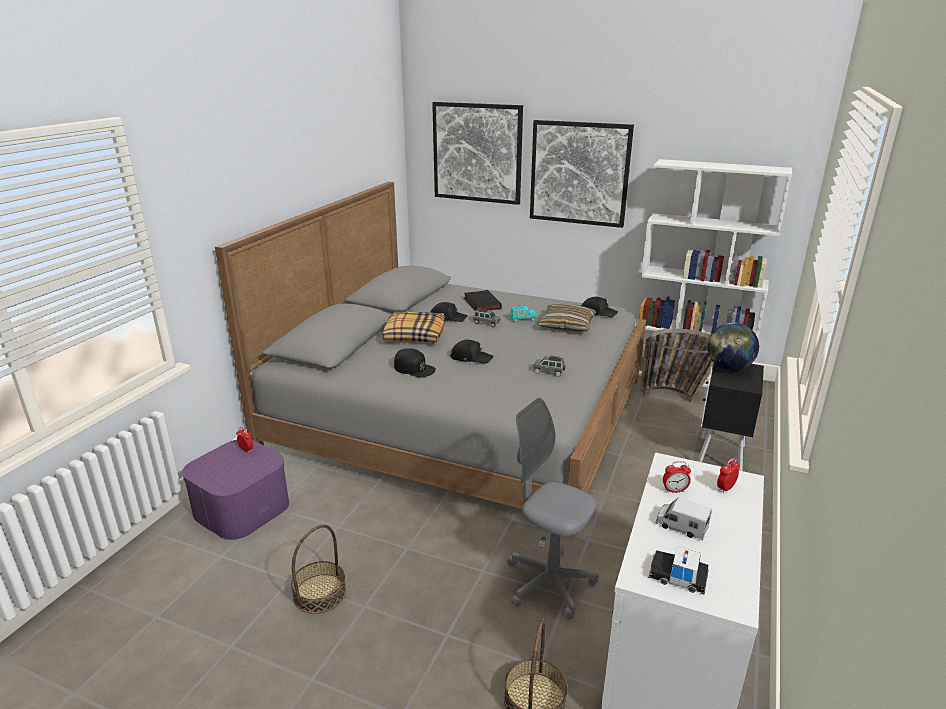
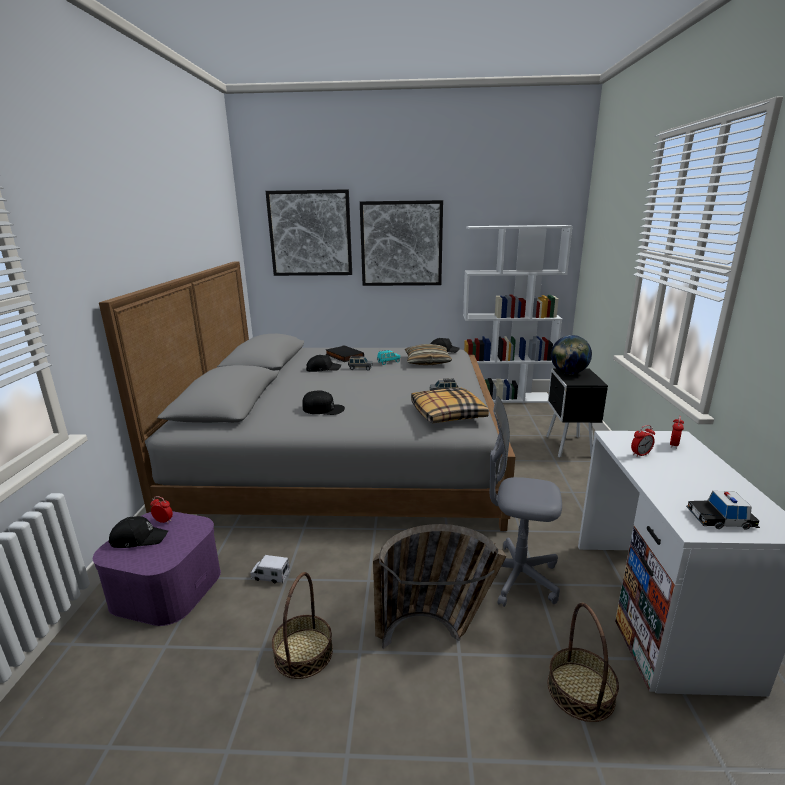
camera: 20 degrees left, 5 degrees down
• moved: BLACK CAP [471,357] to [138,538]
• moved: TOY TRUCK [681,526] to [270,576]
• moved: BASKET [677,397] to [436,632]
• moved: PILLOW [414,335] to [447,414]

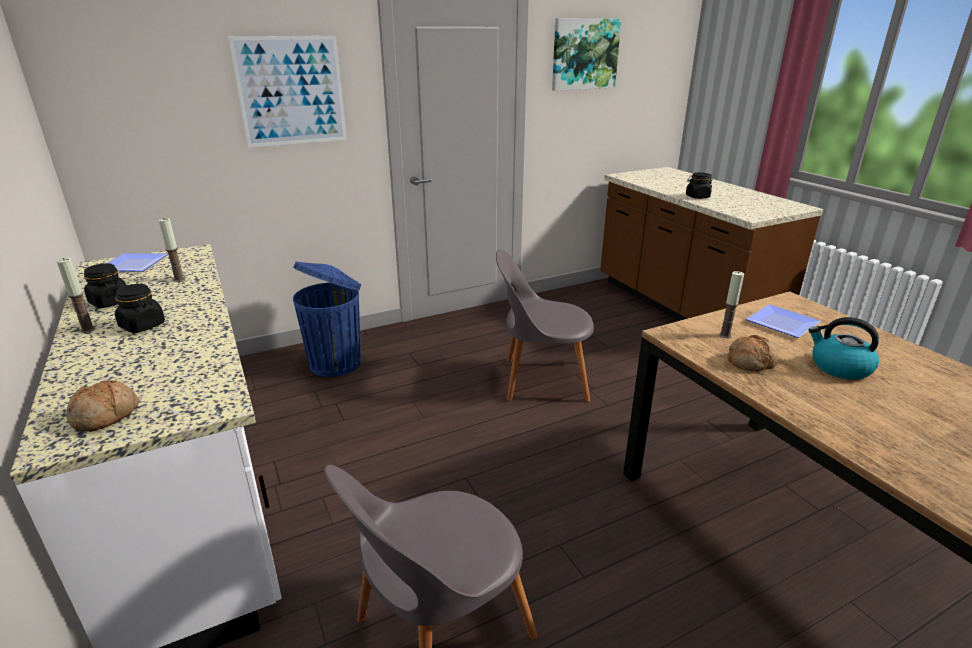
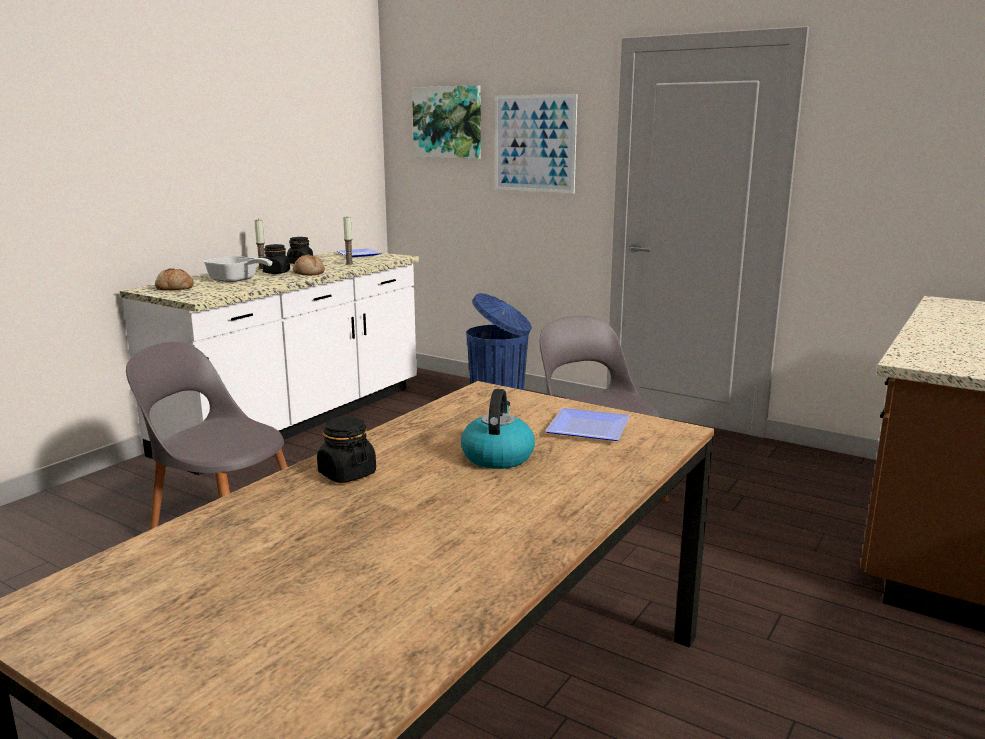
camera: 60 degrees right, 10 degrees down
• added: FRYING PAN [236,280]
• moved: BREAD [750,361] to [309,273]
• moved: BLACK JAR [697,197] to [347,474]
• moved: PICTURE [584,54] to [448,122]
• removed: CANDLE [725,335]

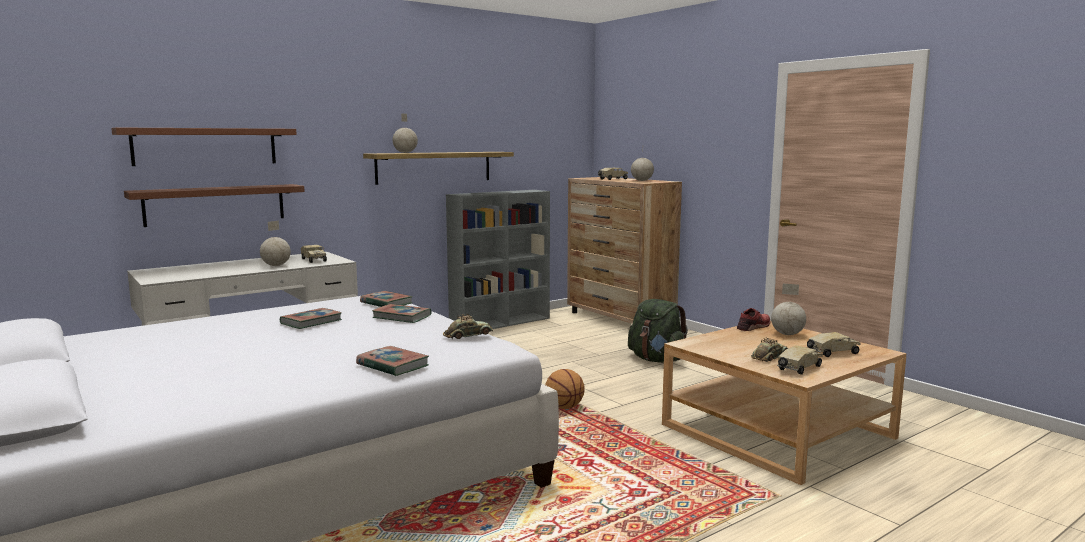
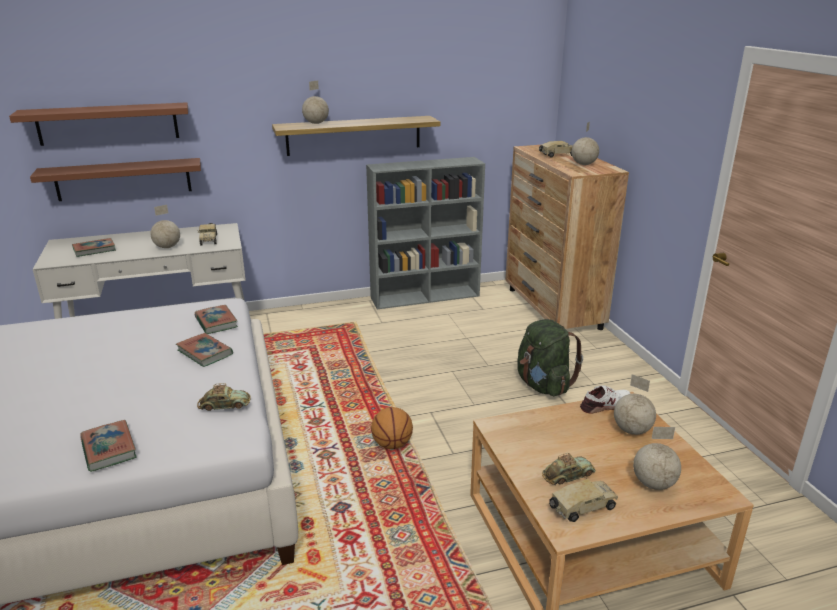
camera: 20 degrees right, 15 degrees up
• moved: BOOK [311,322] to [94,250]
• recoloured: RED SHOE [754,326] to WHITE SHOE [605,405]
• replaced: TOY TRUCK [832,353] to GLOBE [653,484]

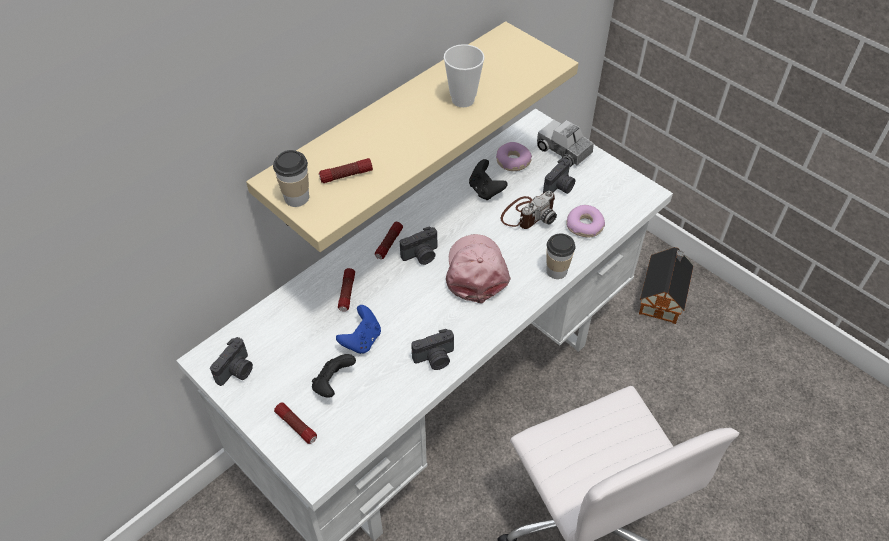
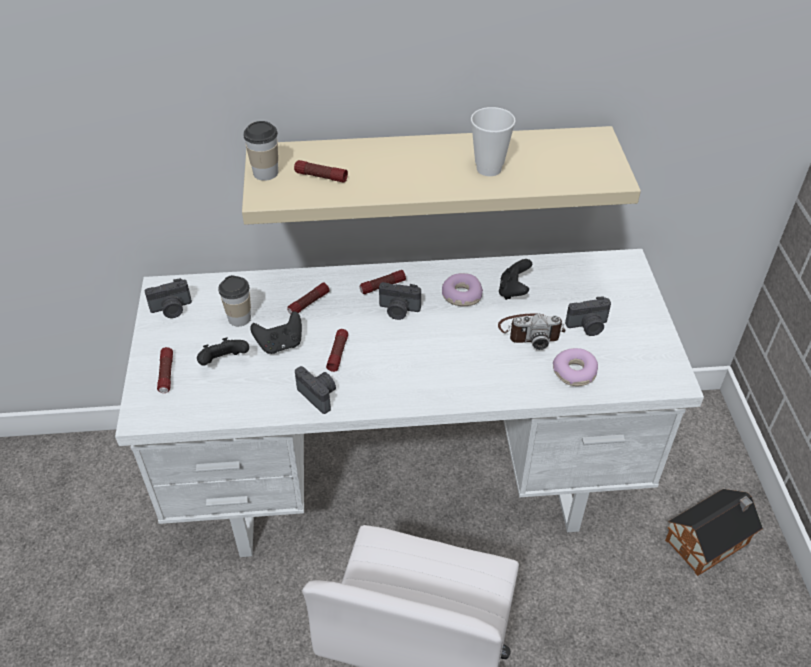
camera: 40 degrees right, 5 degrees down
• moved: CUP [556,270] to [239,318]
• recoloured: BLUE GAME CONTROLLER [362,340] to BLACK GAME CONTROLLER [280,344]
• turned: PHOTO CAMERA [435,359] = [319,395] 150 degrees counterclockwise
• added: FLASHLIGHT [337,353]
• moved: DONUT [512,162] to [461,295]
• removed: PINK CAP [476,271]
• removed: TOY TRUCK [564,151]

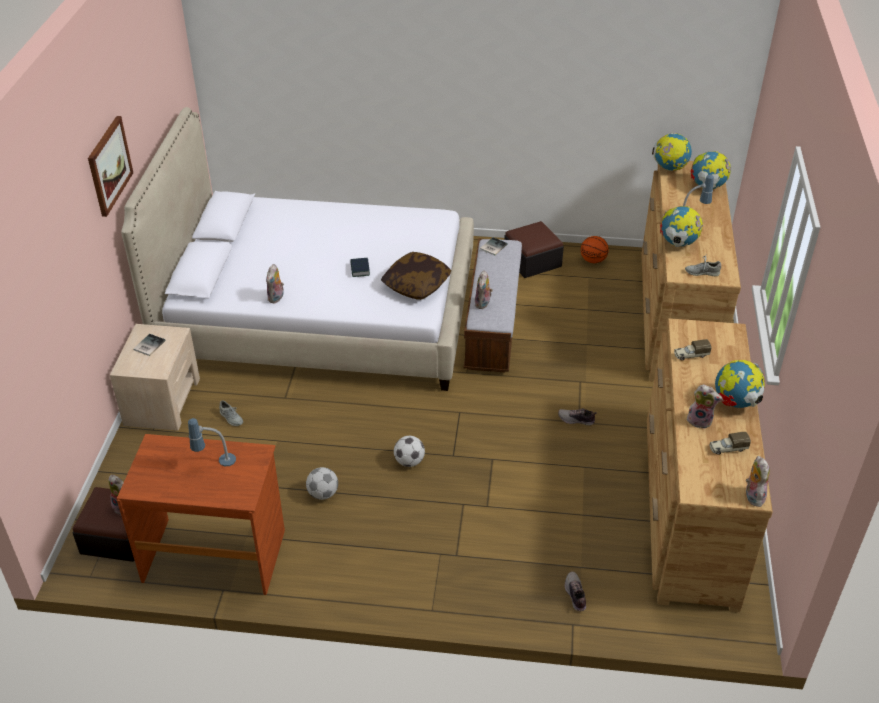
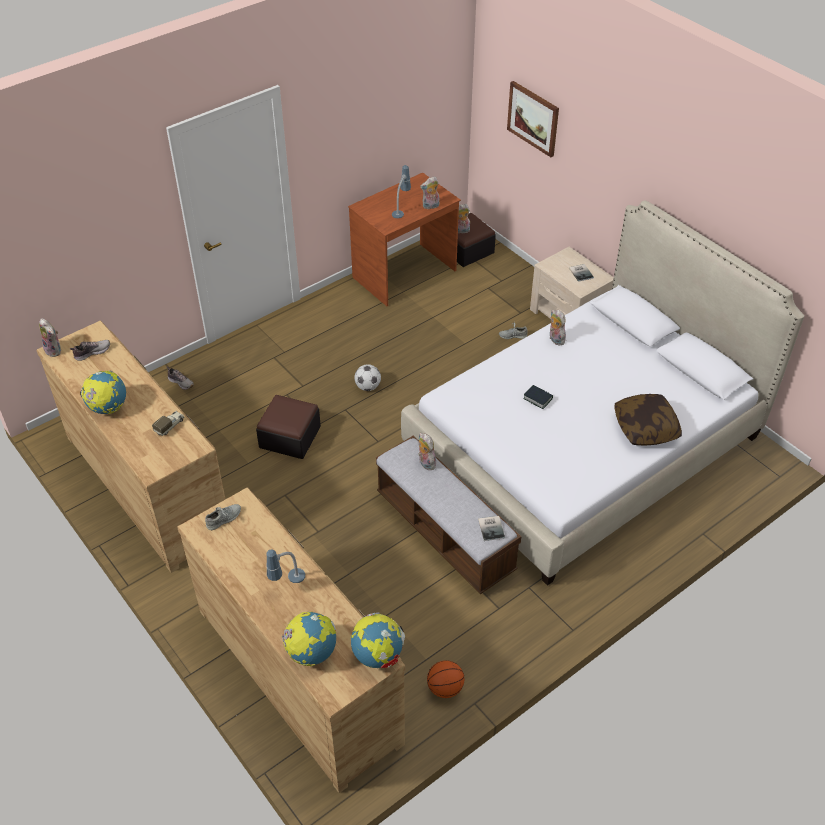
camera: 135 degrees right, 5 degrees up
• moved: SHOE [576,420] to [92,352]
• moved: OTTOMAN [532,261] to [290,437]
• moved: PLUSH TOY [700,420] to [430,206]
• moved: PICTURE [109,165] to [533,118]
• moved: PILLOW [416,285] to [645,428]
• removed: FOOTBALL [323,494]
• removed: GLOBE [678,243]
• removed: TOY TRUCK [727,448]

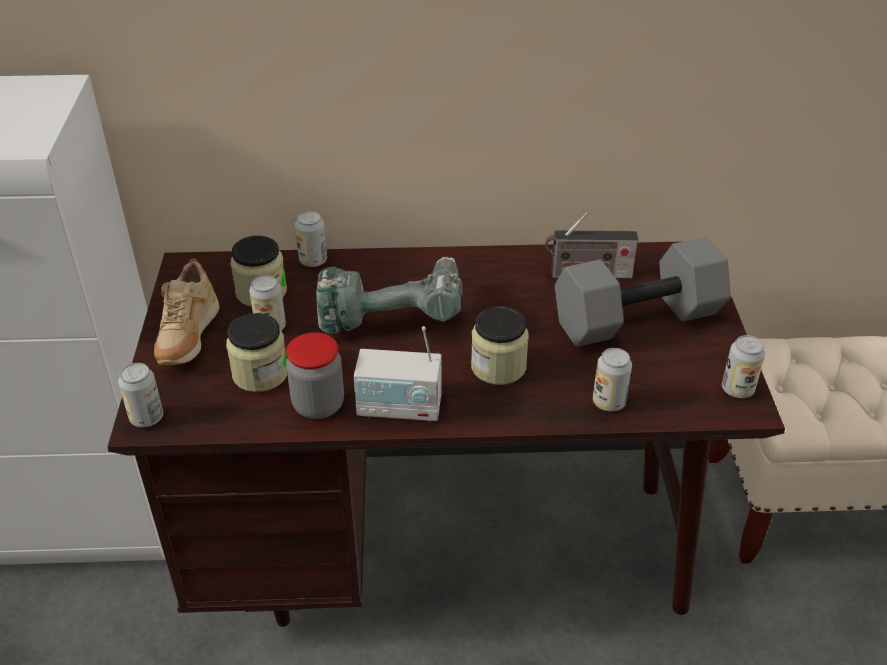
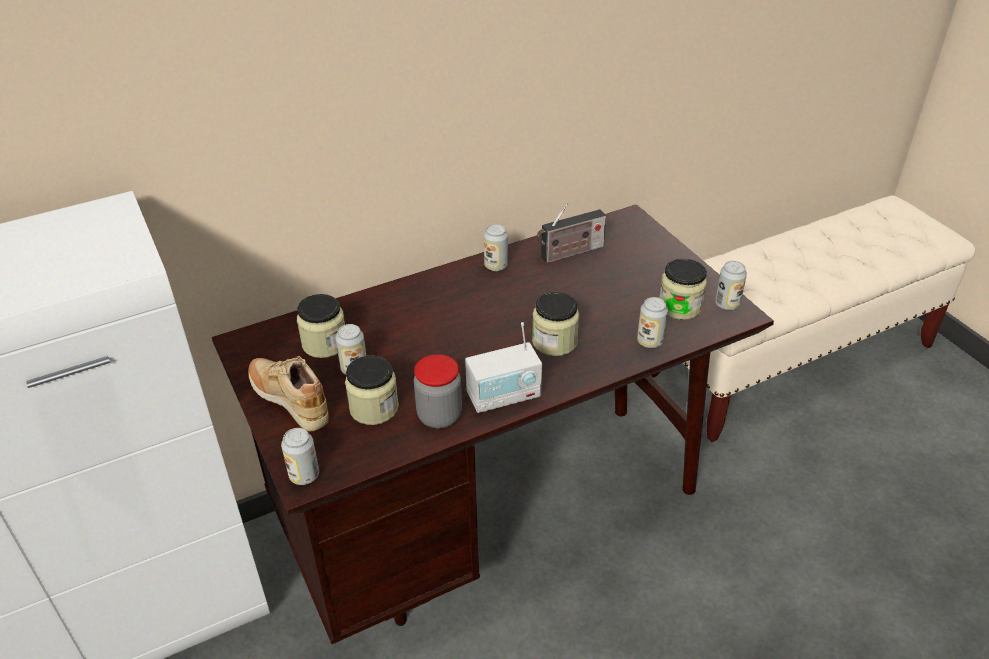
camera: 25 degrees left, 0 degrees up
• turned: BEIGE SHOE [187,340] = [290,402] 150 degrees clockwise
• moved: CAN [313,260] to [496,265]
• added: JAR [680,306]
• removed: POWER DRILL [391,314]
• removed: GREY DUMBBELL [637,316]

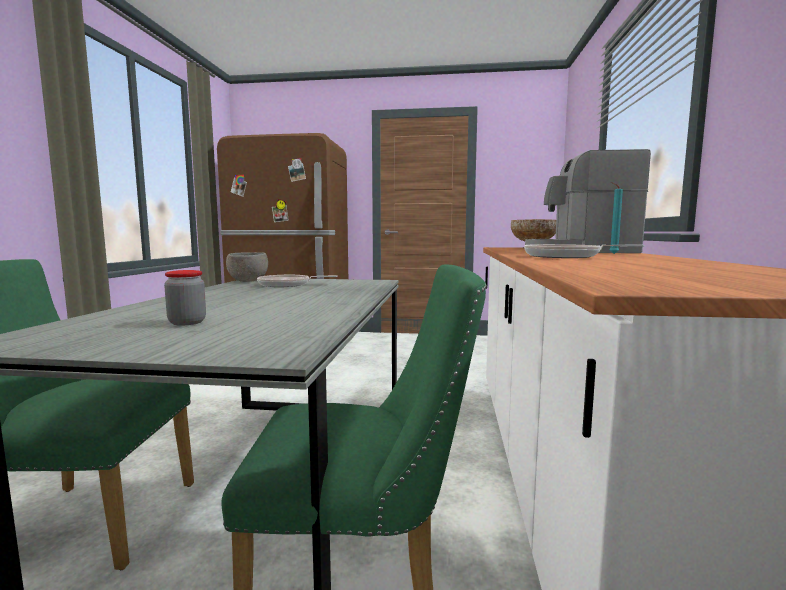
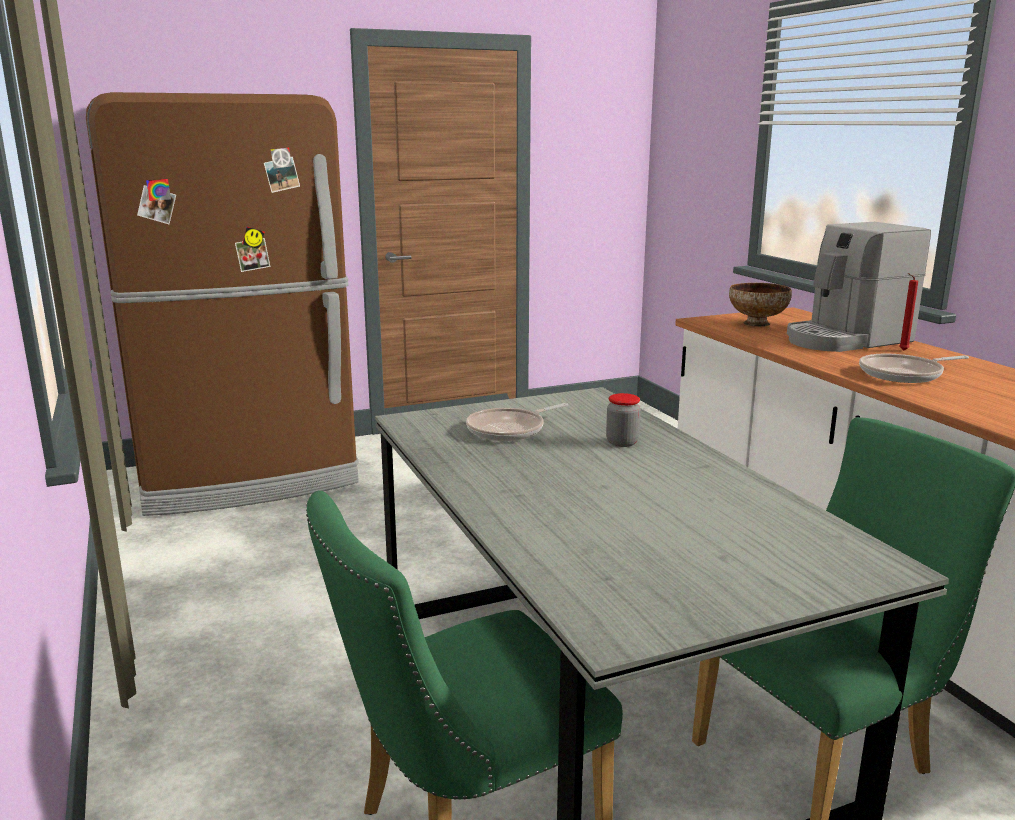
camera: 30 degrees left, 10 degrees up
• moved: JAR [187,322] to [622,442]
• recoloured: TURQUOISE CANDLE [612,254] to RED CANDLE [902,350]
• removed: GREY BOWL [247,281]

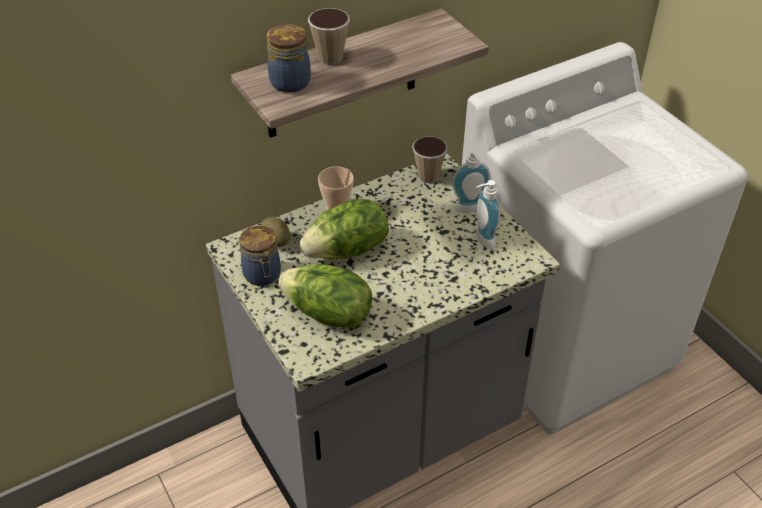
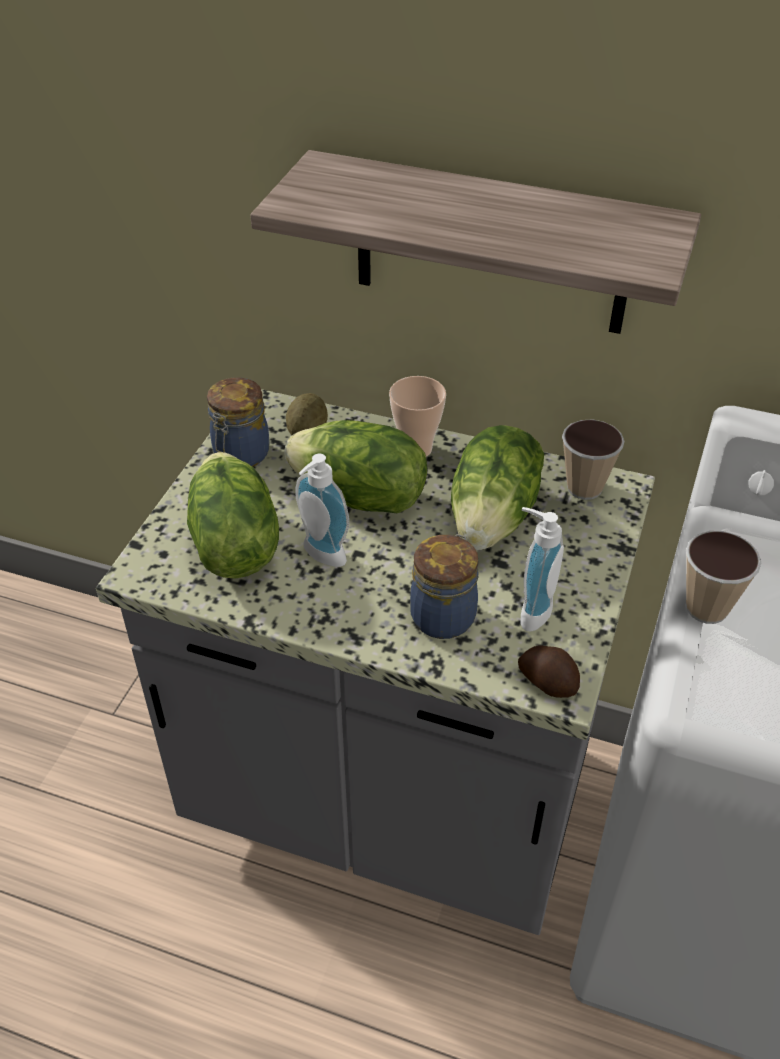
camera: 50 degrees right, 0 degrees up
• moved: SOAP DISPENSER [469,210] to [320,557]
• moved: JAR [289,81] to [444,615]
• added: LETTUCE [494,517]
• added: POTATO [548,681]
• moved: CUP [330,57] to [706,608]

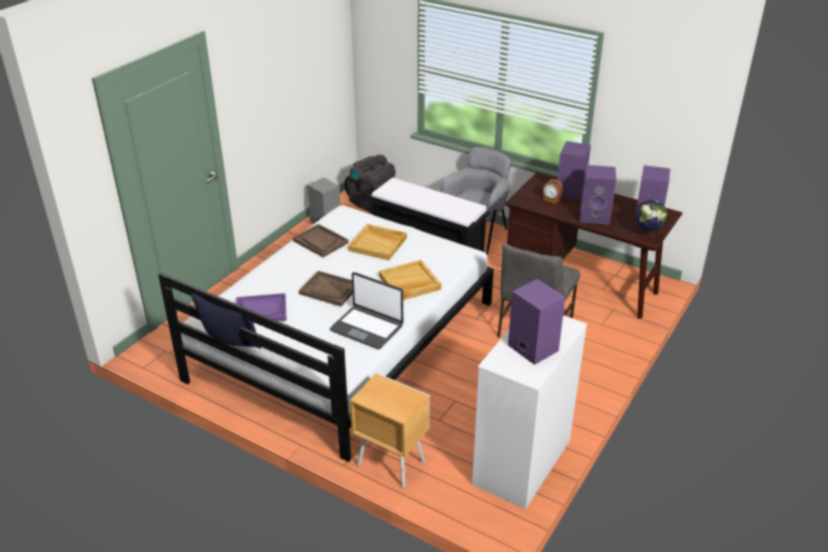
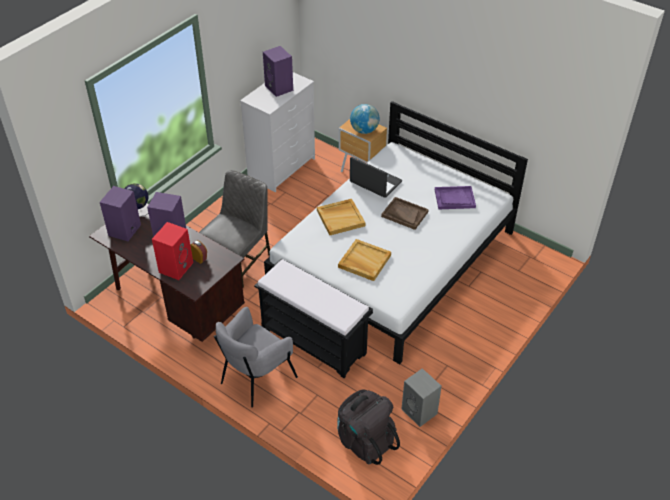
camera: 175 degrees left, 10 degrees up
• recoloured: PURPLE SPEAKER [571,192] to RED SPEAKER [176,267]
• added: GLOBE [364,130]
• removed: BLACK PILLOW [231,343]
• removed: BROWN TRAY [320,242]

